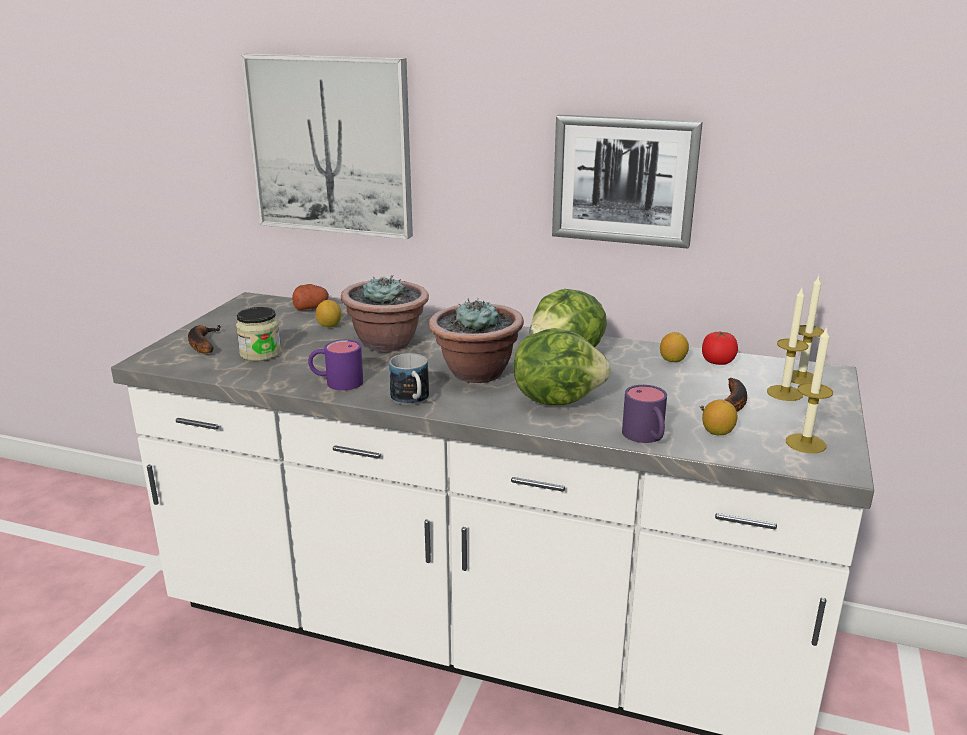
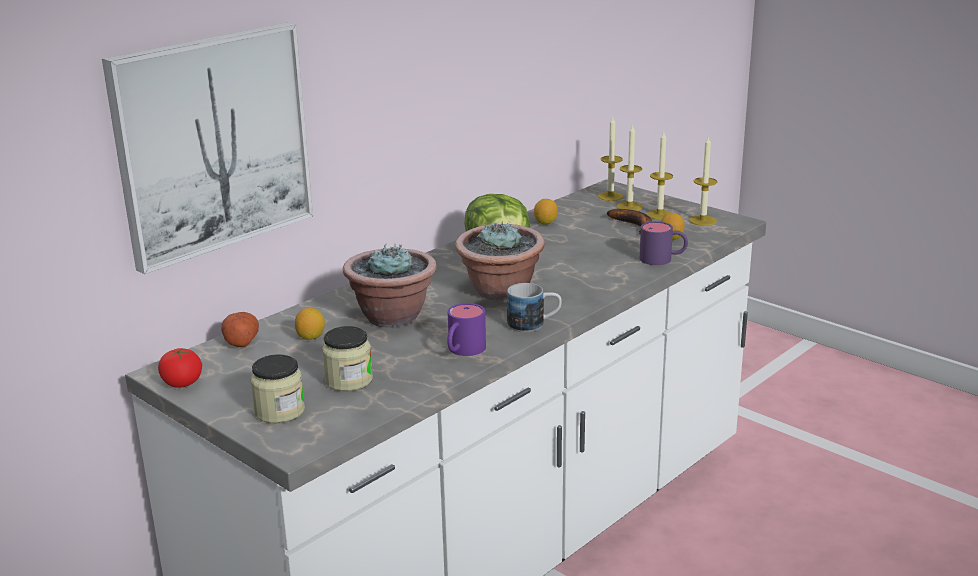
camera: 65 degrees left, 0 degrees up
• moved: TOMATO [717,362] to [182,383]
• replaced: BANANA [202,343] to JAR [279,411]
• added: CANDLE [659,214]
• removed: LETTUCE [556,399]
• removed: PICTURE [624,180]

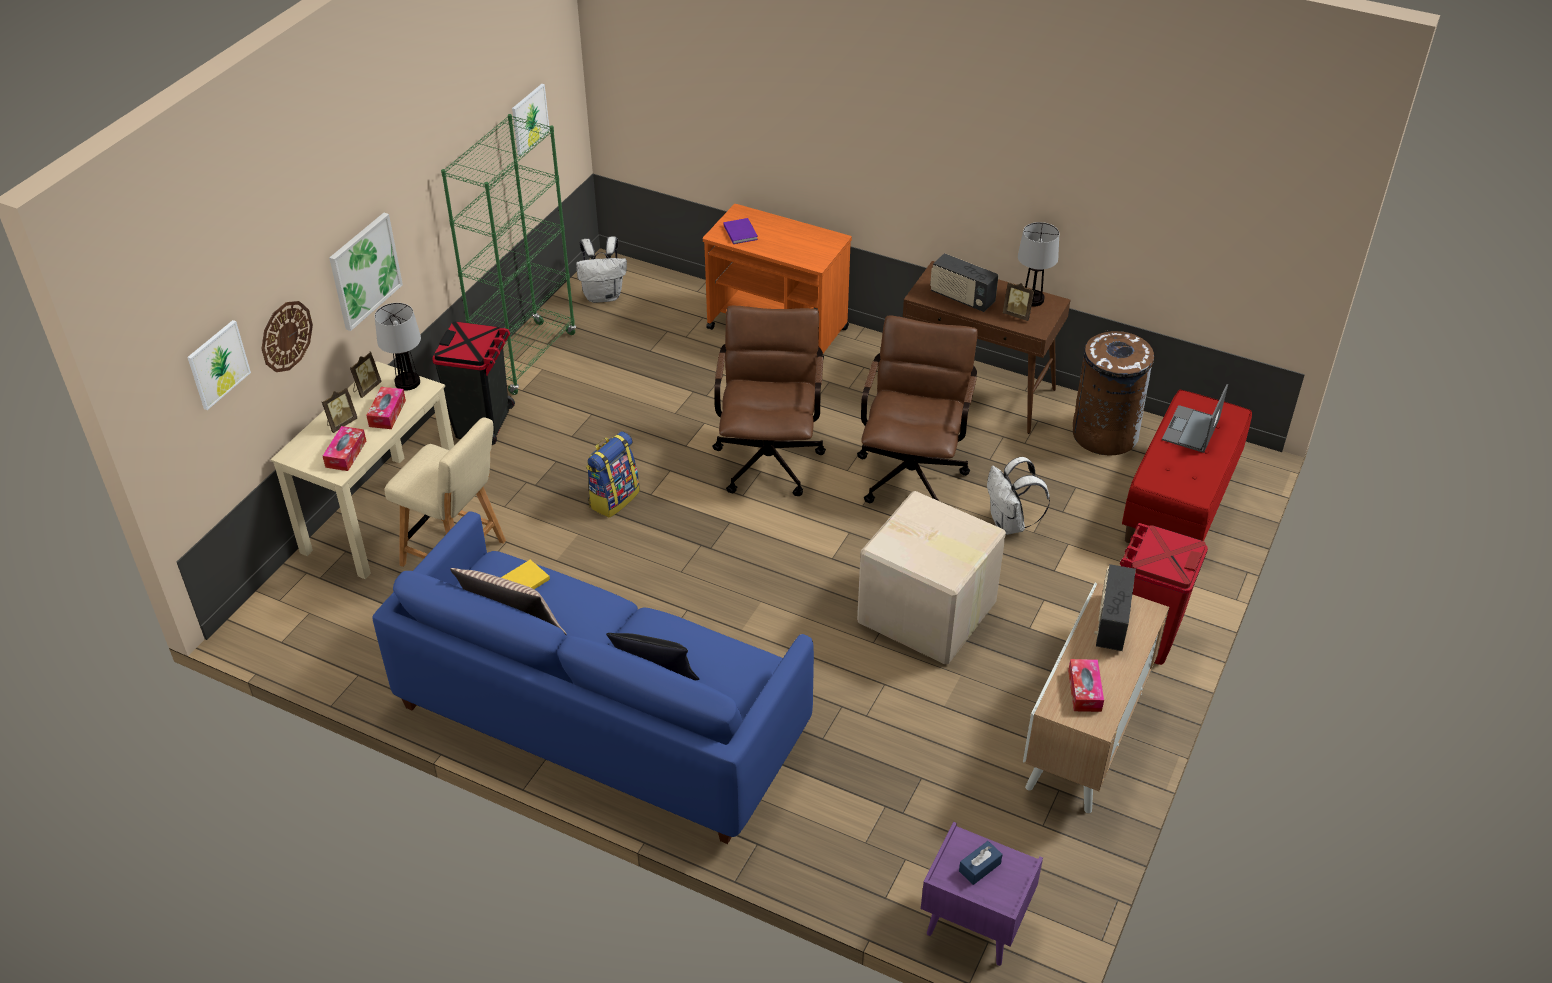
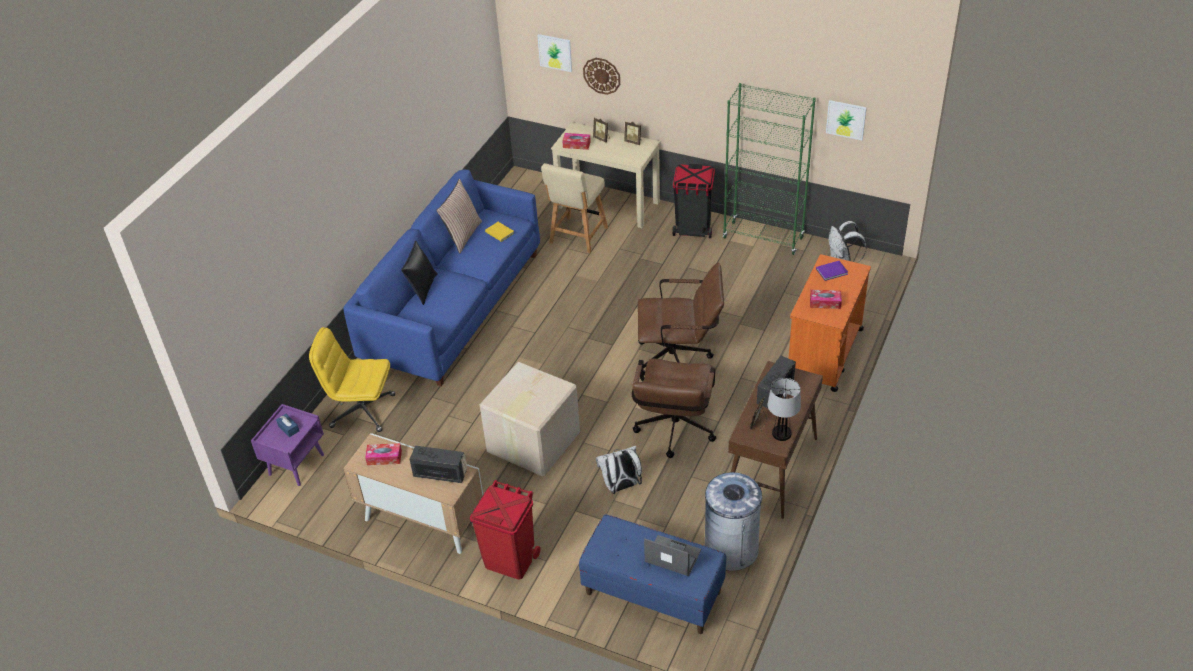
camera: 90 degrees right, 0 degrees up
• added: YELLOW OFFICE CHAIR [362,411]
• recoloured: RED BENCH [1180,503] to BLUE BENCH [652,593]
• turned: BROWN OFFICE CHAIR [913,470] = [674,433] 90 degrees clockwise
• recoloured: BROWN TRASH CAN [1104,434] to GREY TRASH CAN [731,548]
• moved: TISSUE BOX [387,413] to [825,303]
• removed: PICTURE [364,270]
• removed: TABLE LAMP [408,382]
• removed: BACKPACK [613,498]

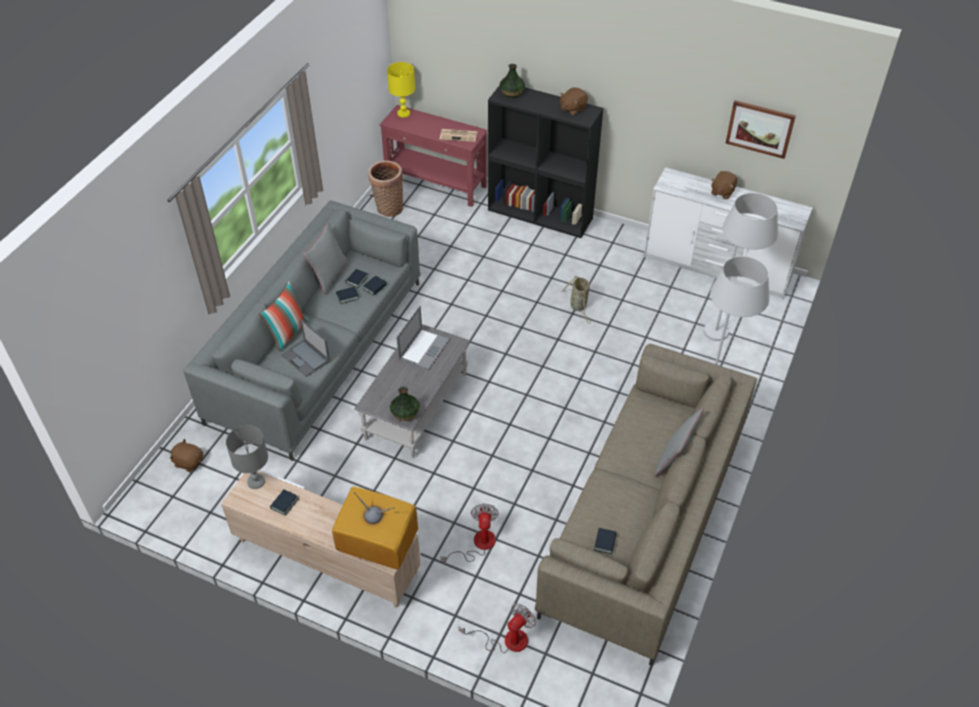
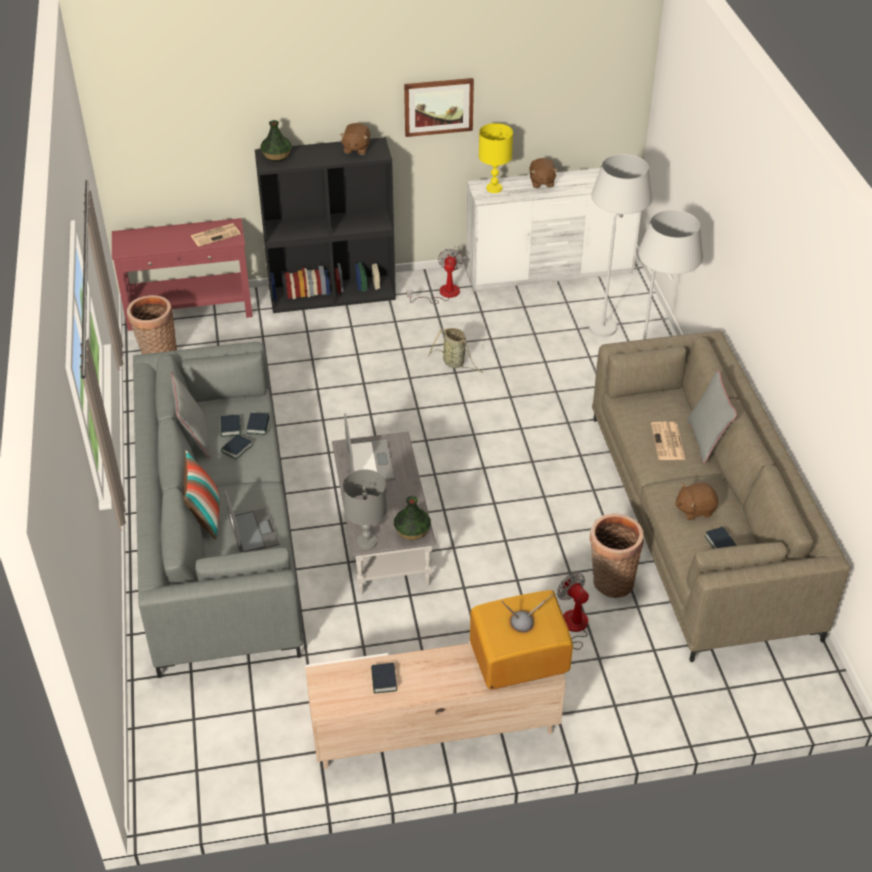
camera: 35 degrees left, 5 degrees down
• turned: LAPTOP [306,358] = [253,531] 120 degrees counterclockwise
• moved: GREY TABLE LAMP [256,481] to [367,541]
• moved: PICTURE [760,128] to [438,106]
• moved: FAN [506,640] to [442,294]
• moved: YELLOW TABLE LAMP [403,113] to [494,188]
• added: BASKET [610,581]
• added: NEWSPAPER [668,442]
• moved: BROWN PLUSH TOY [189,462] to [694,509]

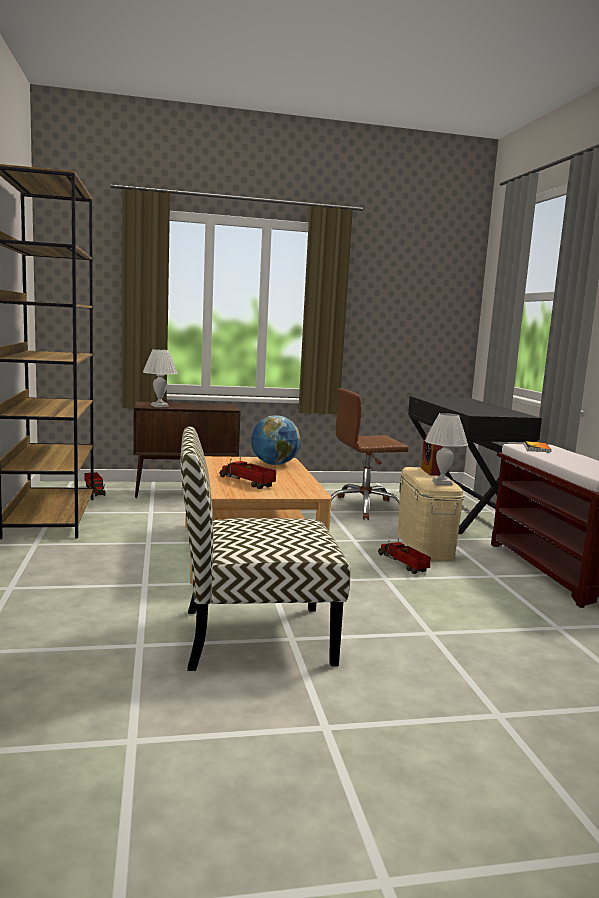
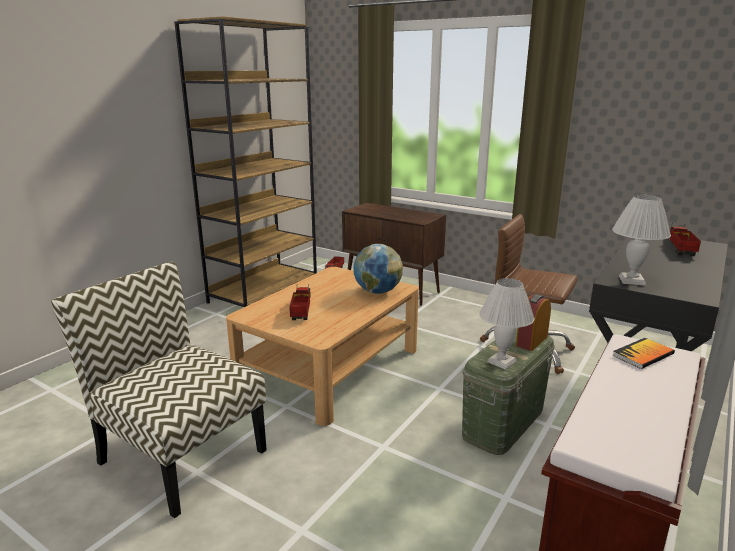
camera: 45 degrees right, 10 degrees up
• recoloured: BEIGE STORAGE BOX [425,545] to GREEN STORAGE BOX [504,422]
• moved: WHITE TABLE LAMP [160,406] to [632,281]
• moved: TOY TRUCK [403,564] to [679,248]

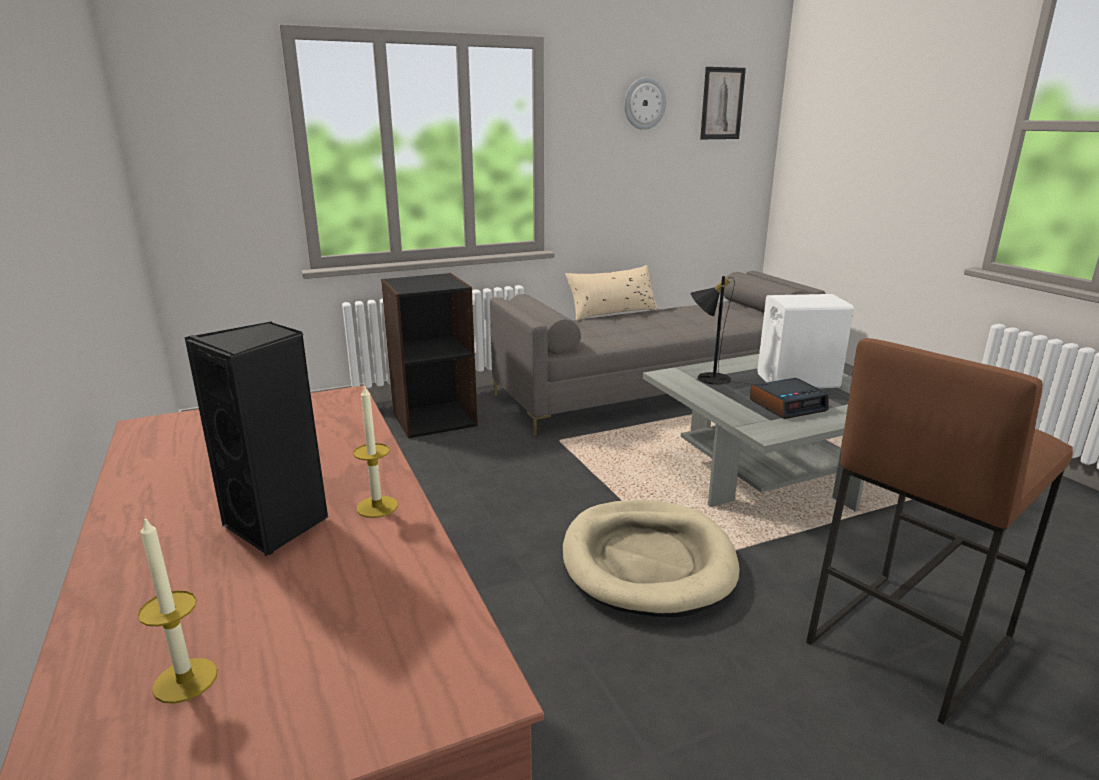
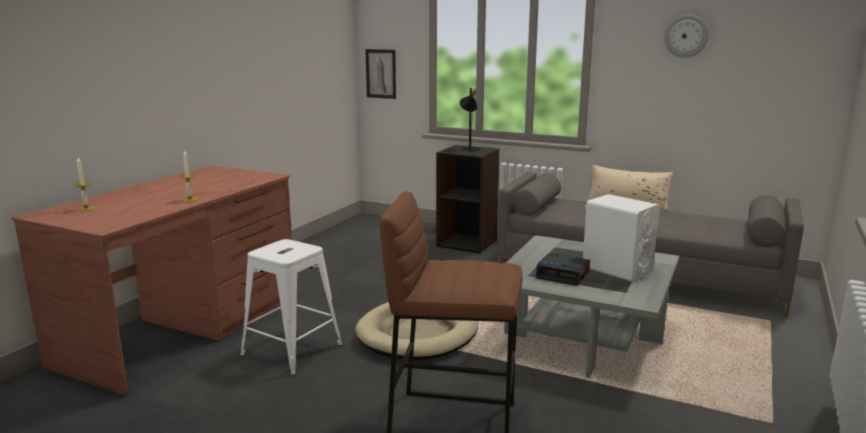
camera: 50 degrees right, 5 degrees down
• added: WHITE STOOL [292,350]
• moved: PICTURE [722,103] to [381,73]
• moved: BLACK TABLE LAMP [707,377] to [469,149]
• removed: BLACK SPEAKER [279,525]

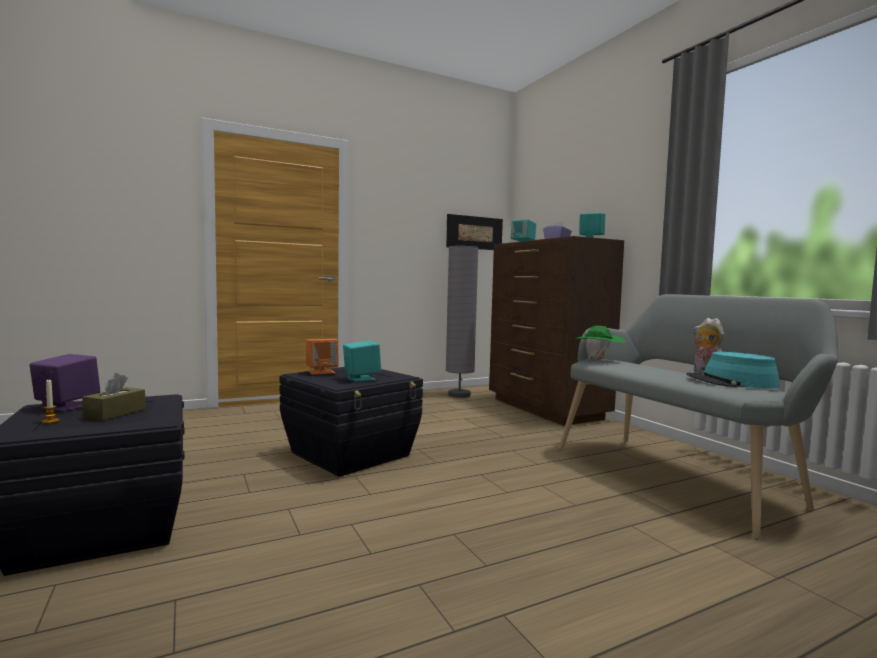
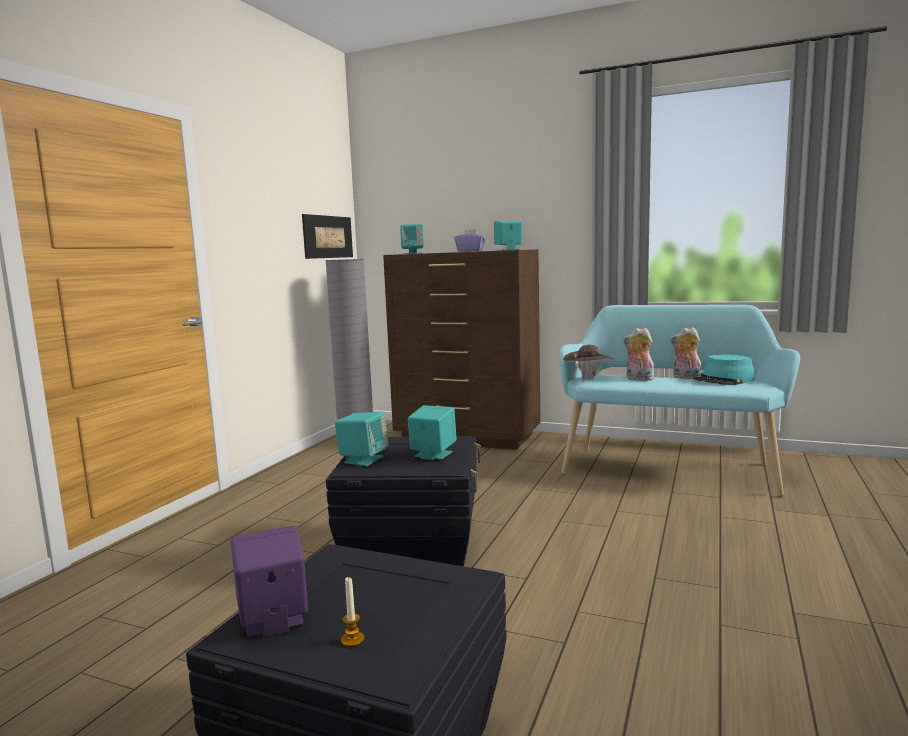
camera: 40 degrees left, 5 degrees up
• recoloured: ORANGE SPEAKER [321,372] to TURQUOISE SPEAKER [363,459]
• recoloured: GREY BENCH [679,476] to TURQUOISE BENCH [669,467]
• recoloured: GREEN HAT [597,360] to BROWN HAT [588,378]
• added: PLUSH TOY [638,379]
• removed: BROWN TISSUE BOX [115,413]

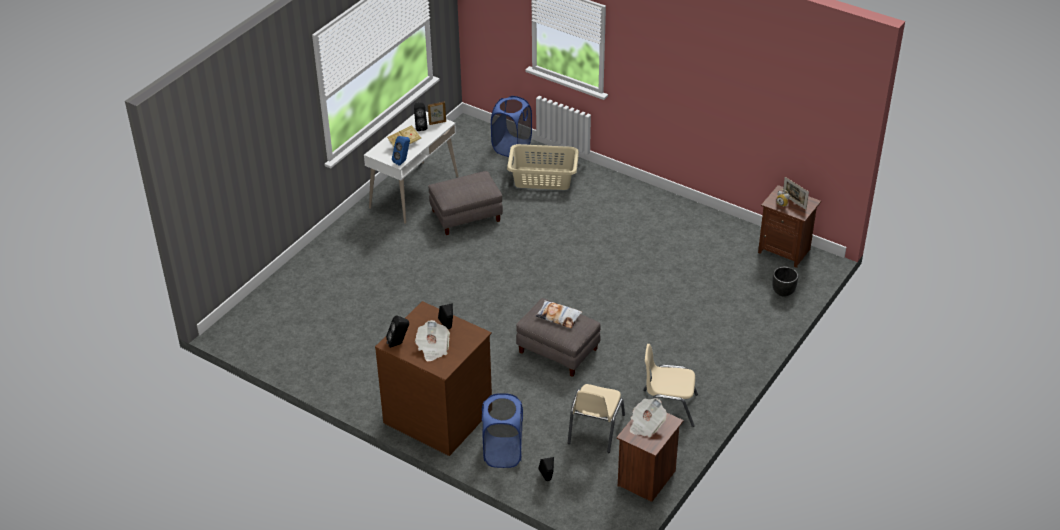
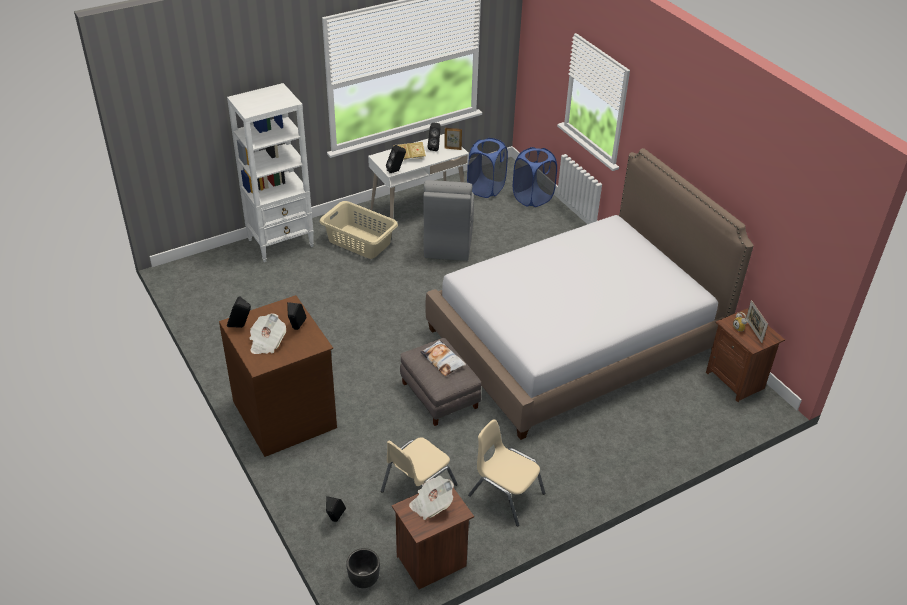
camera: 25 degrees right, 0 degrees up
• added: WHITE BOOKCASE [281,243]
• moved: BEIGE LAUNDRY BASKET [542,178] to [359,241]
• moved: BLACK PLANTER [783,292] to [363,579]
• recoloured: BLUE SPEAKER [402,161] to BLACK SPEAKER [396,171]
• replaced: GREY OTTOMAN [466,216] to GREY CHAIR [447,243]
• added: BED [574,340]
• moved: BLUE LAUNDRY BASKET [503,453] to [486,188]

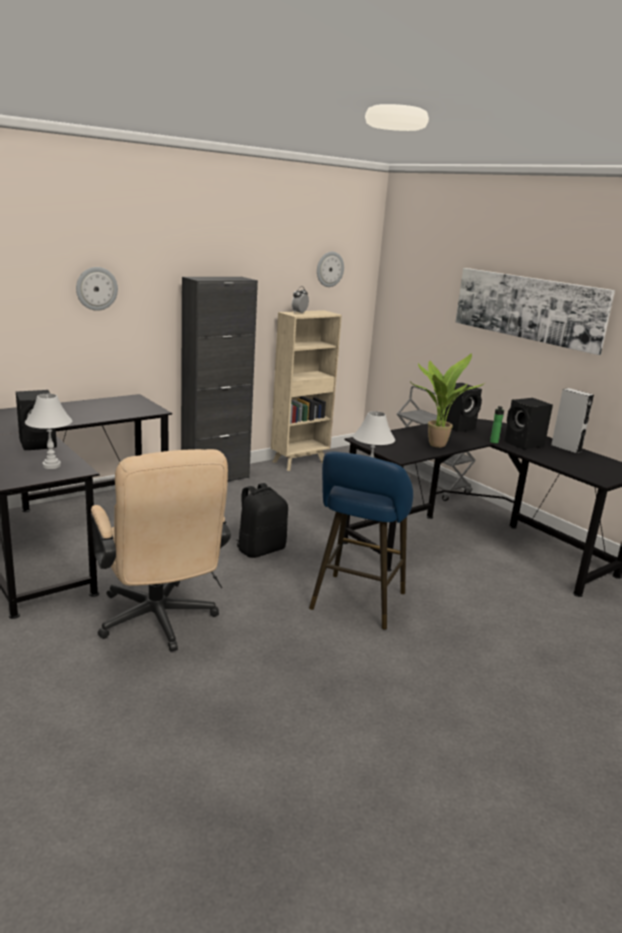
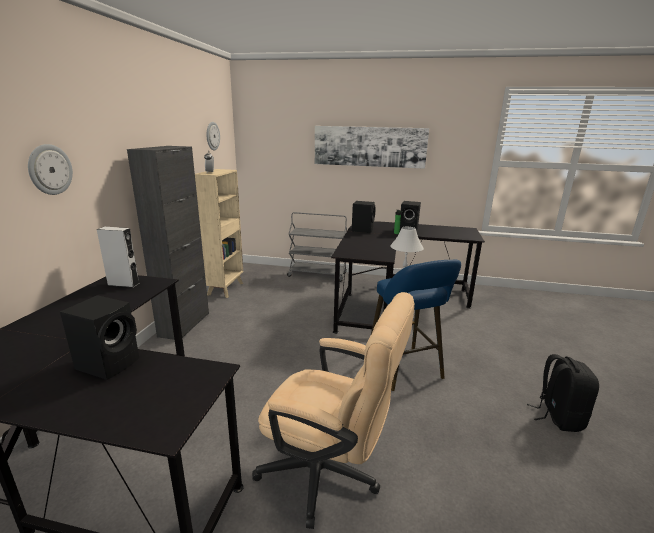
camera: 40 degrees left, 0 degrees up
• moved: GREY SPEAKER [566,448] to [123,284]
• moved: BLACK BACKPACK [260,549] to [558,416]
• removed: WHITE TABLE LAMP [51,465]
• removed: POTTED PLANT [435,444]

